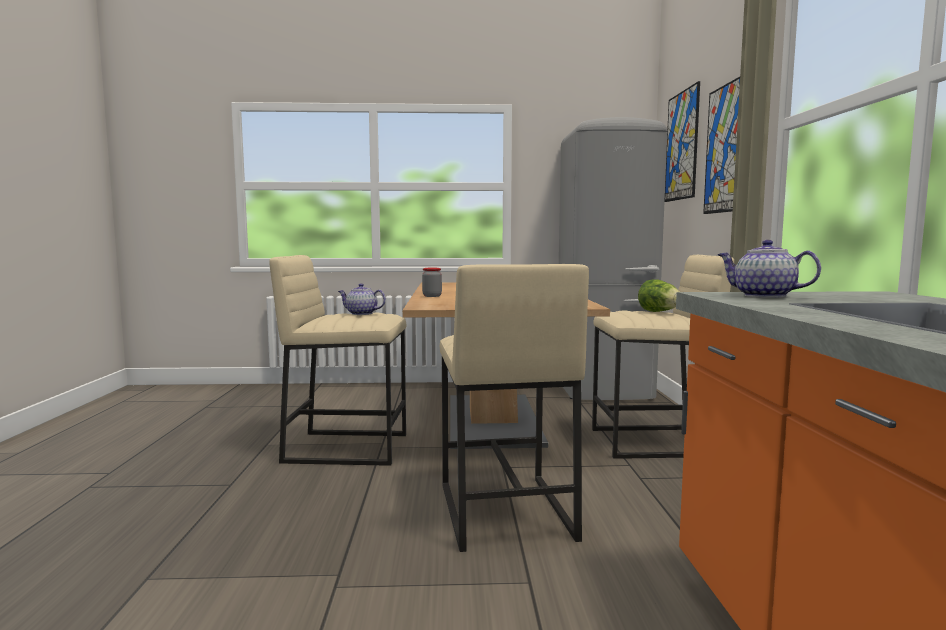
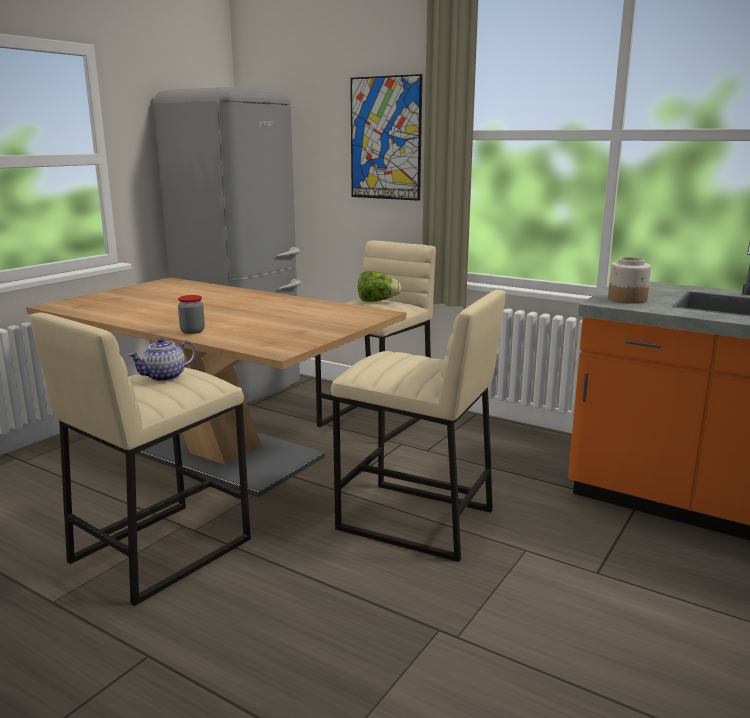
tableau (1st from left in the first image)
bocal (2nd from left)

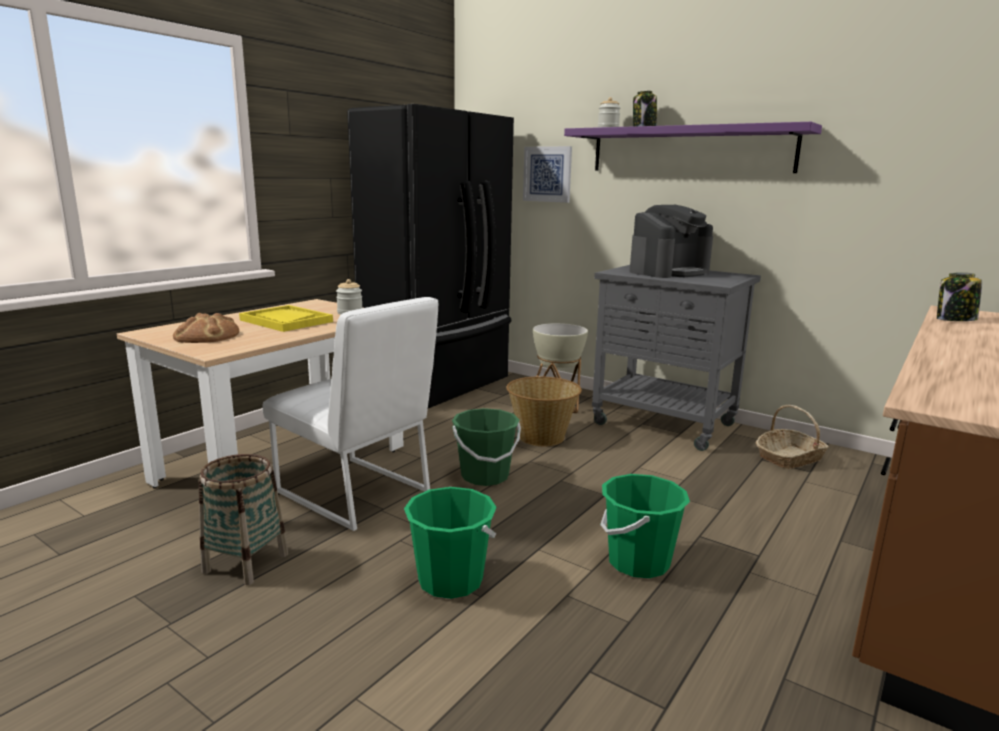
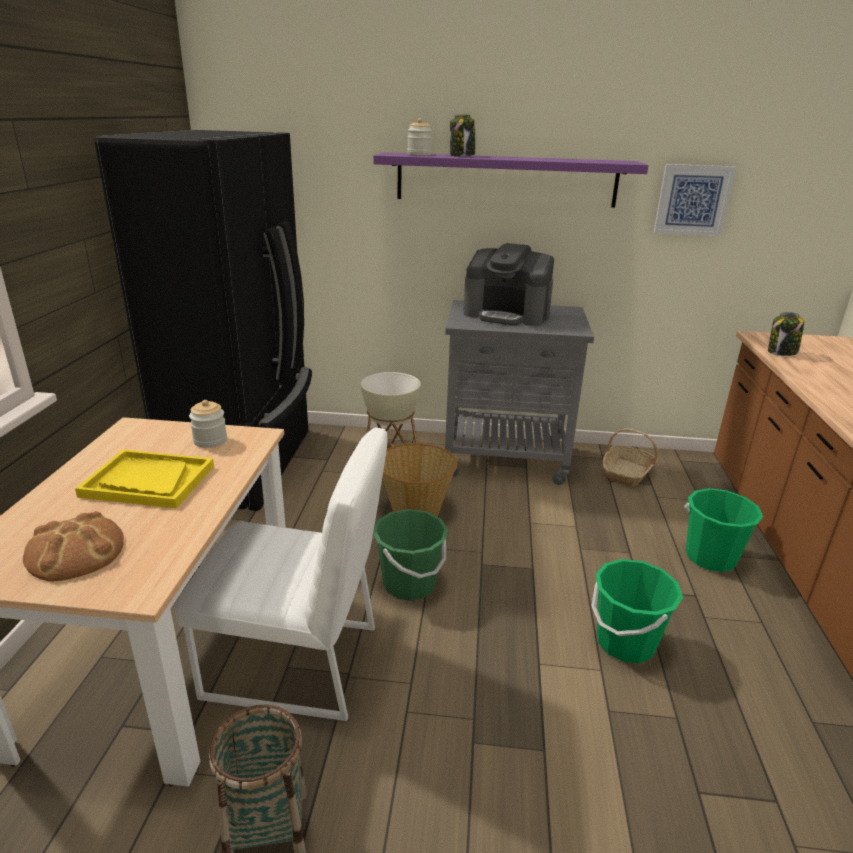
seau (vert) (3rd from left)
tableau
machine à café

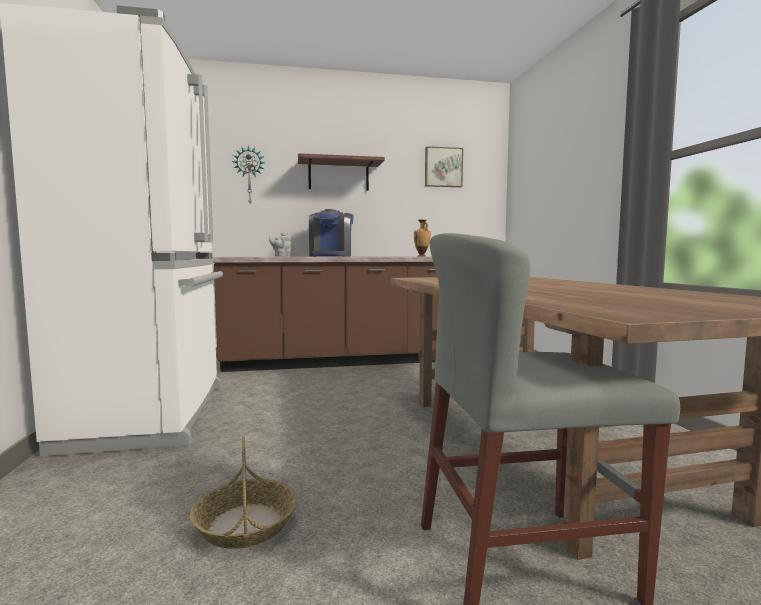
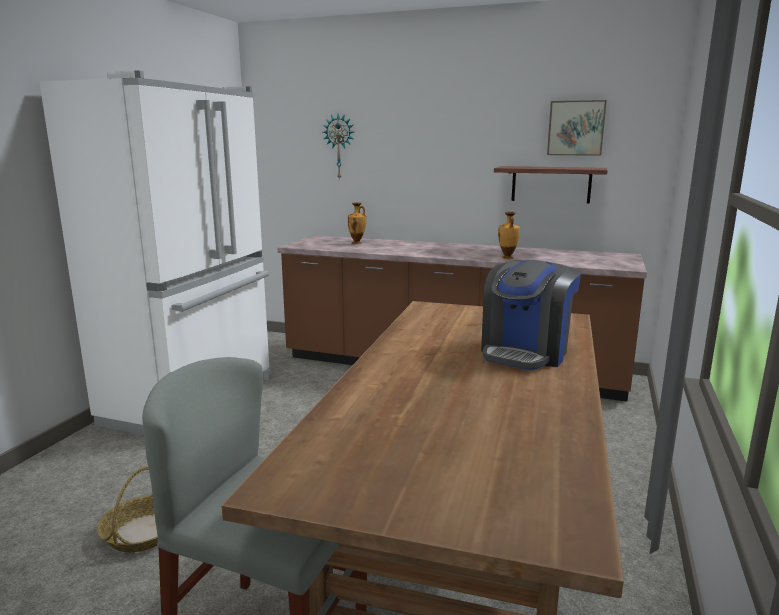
étagère
machine à café
vase (1st from left)

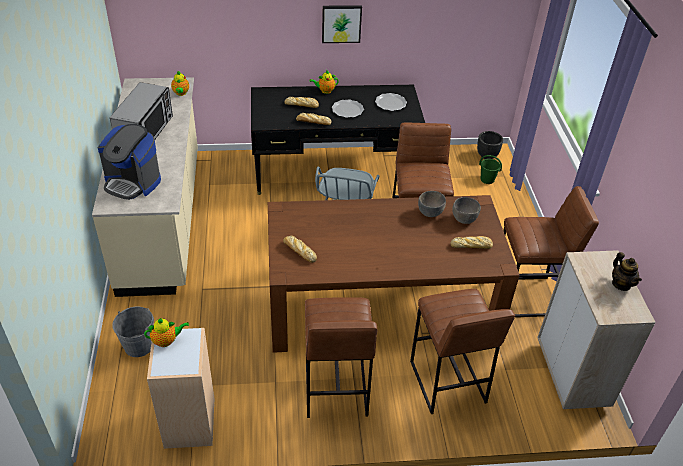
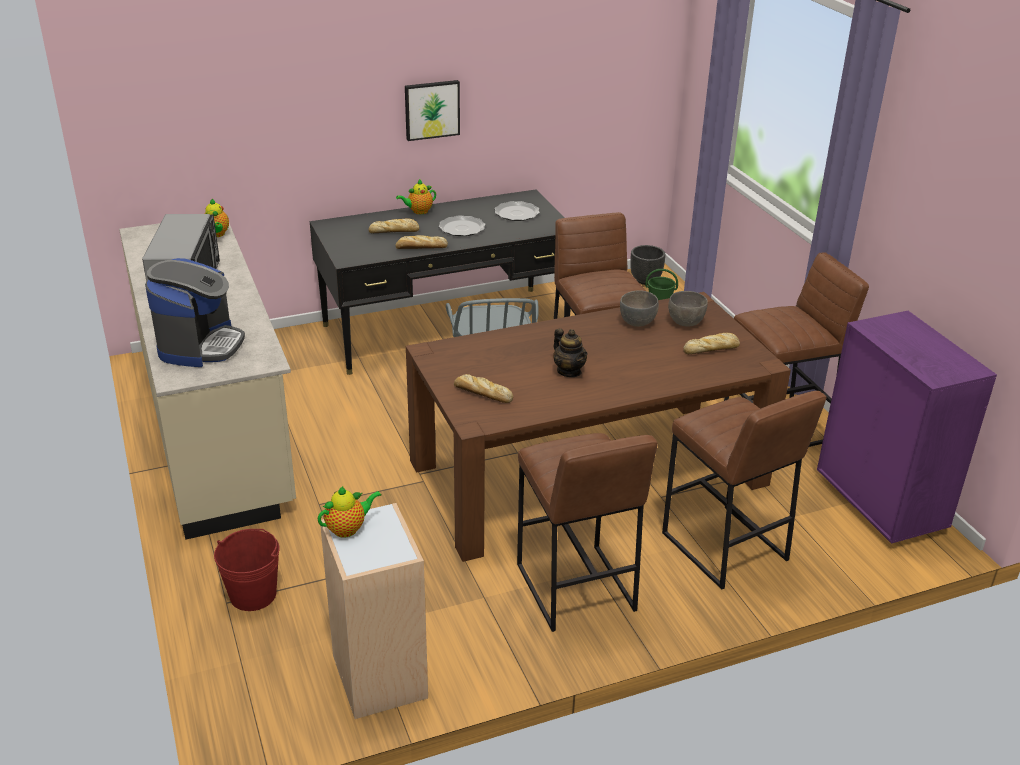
théière (4th from left)
seau (rouge)
meuble de rangement (violet)
machine à café

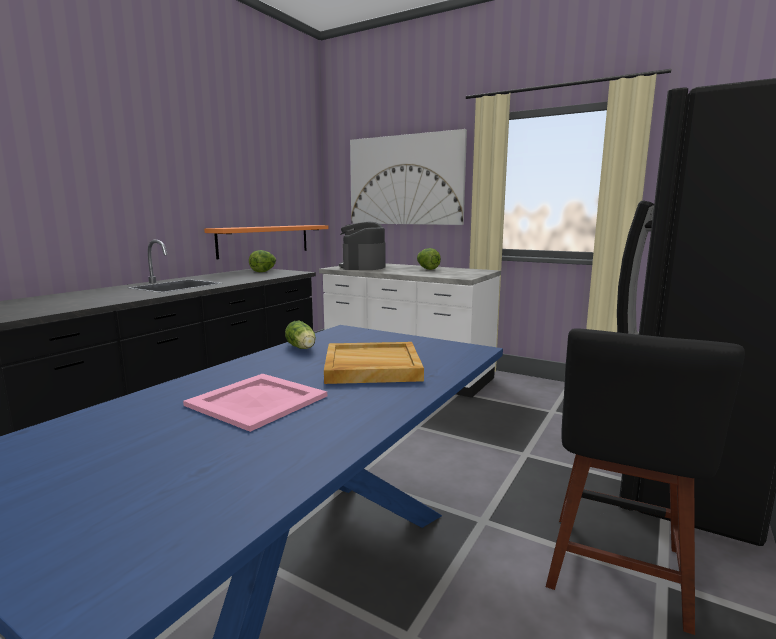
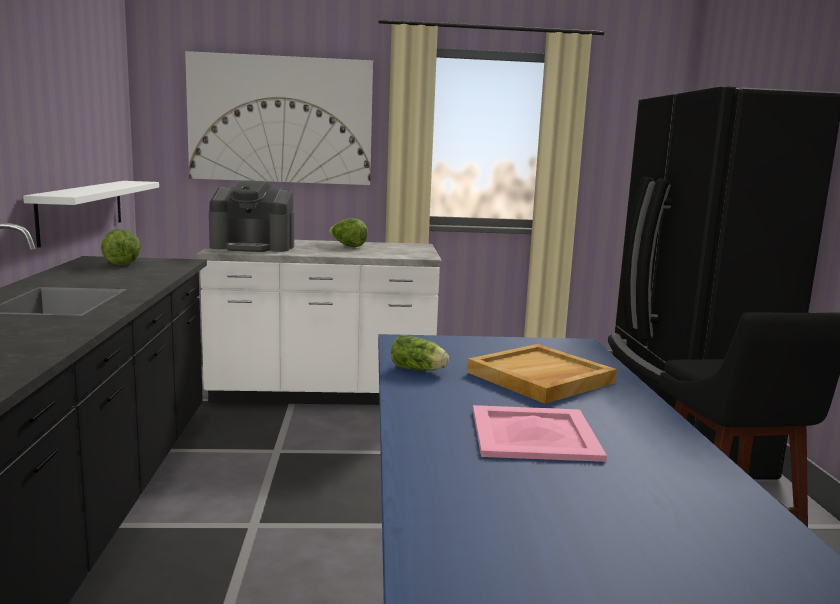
étagère (blanc)
machine à café

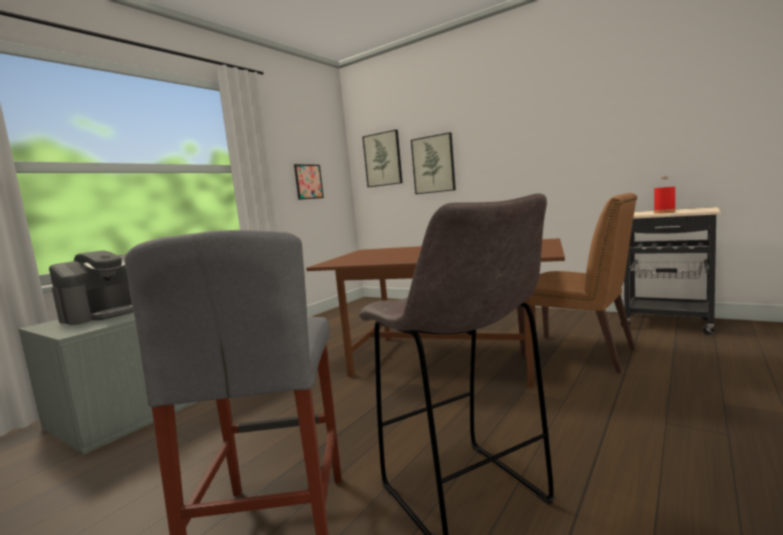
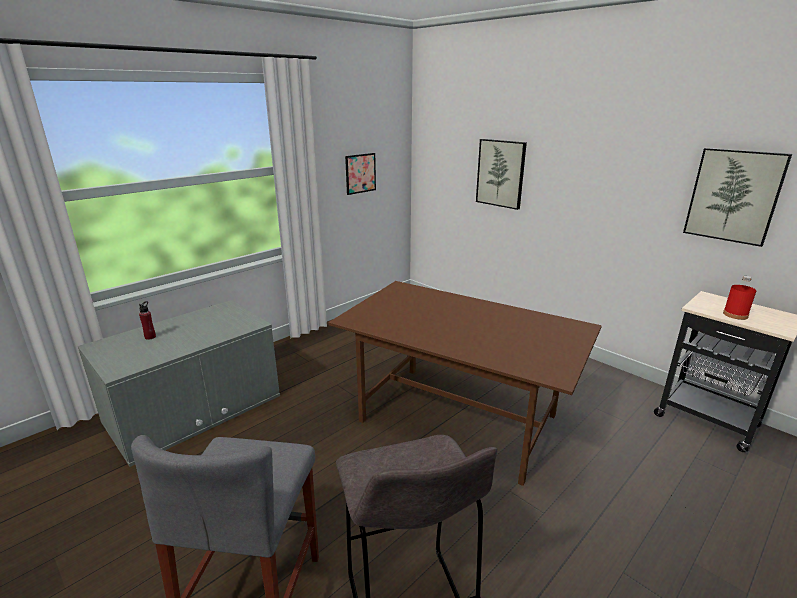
chaise (marron)
tableau (3rd from left)
bouteille (rouge) (1st from left)

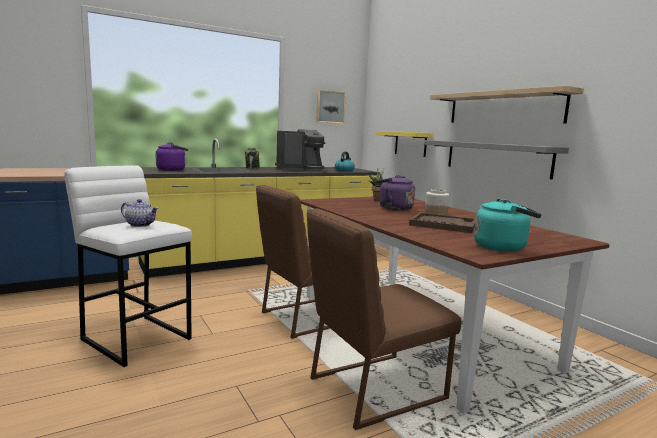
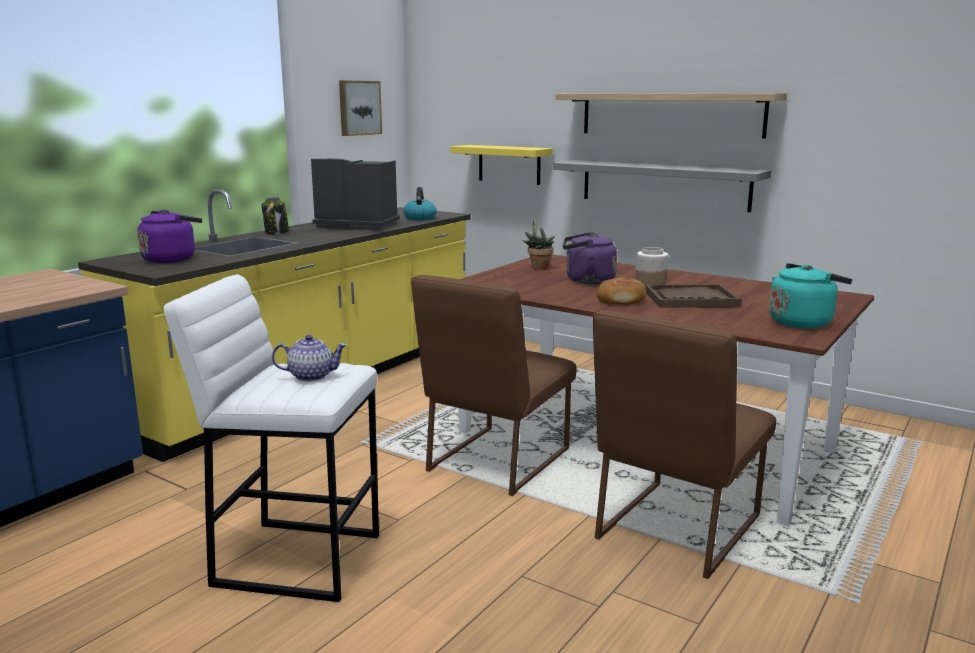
pain
machine à café

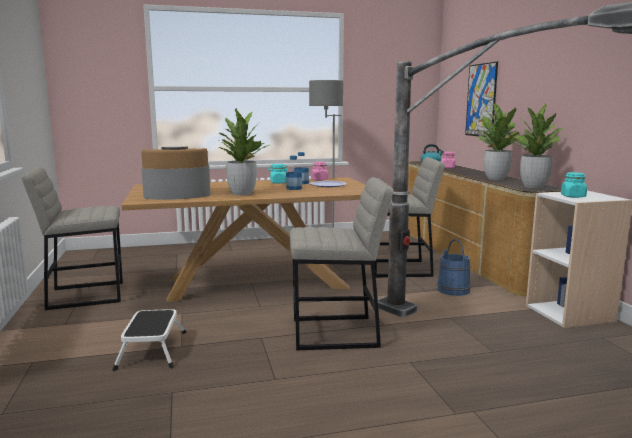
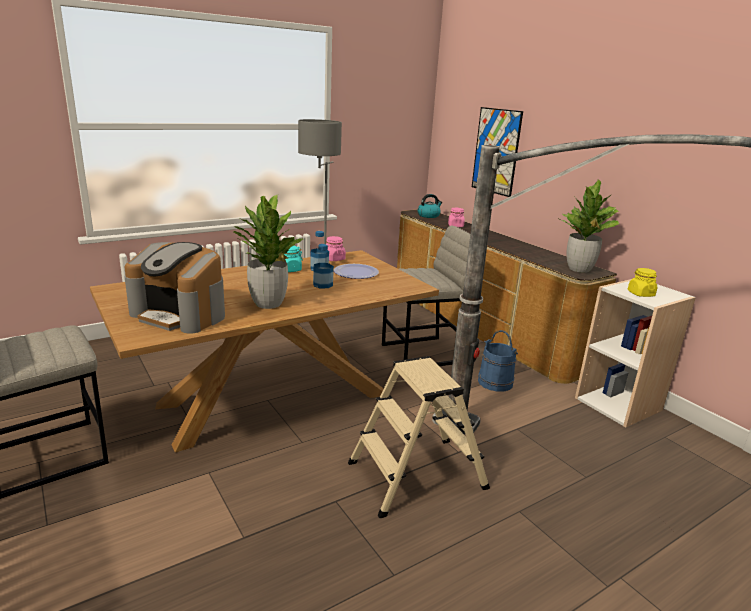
escabeau (noir)
plante en pot (2nd from left in the first image)
escabeau (beige)
bocal (jaune)
machine à café

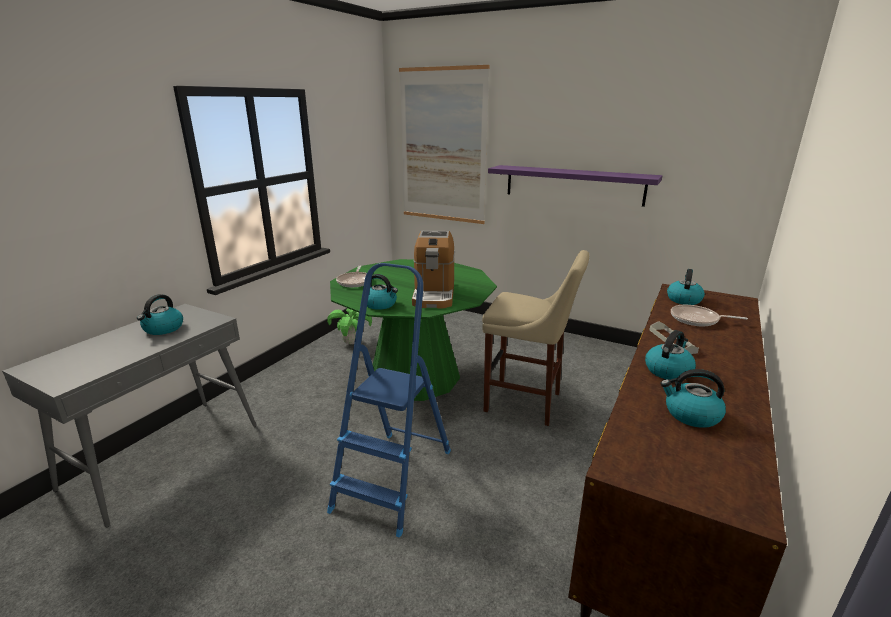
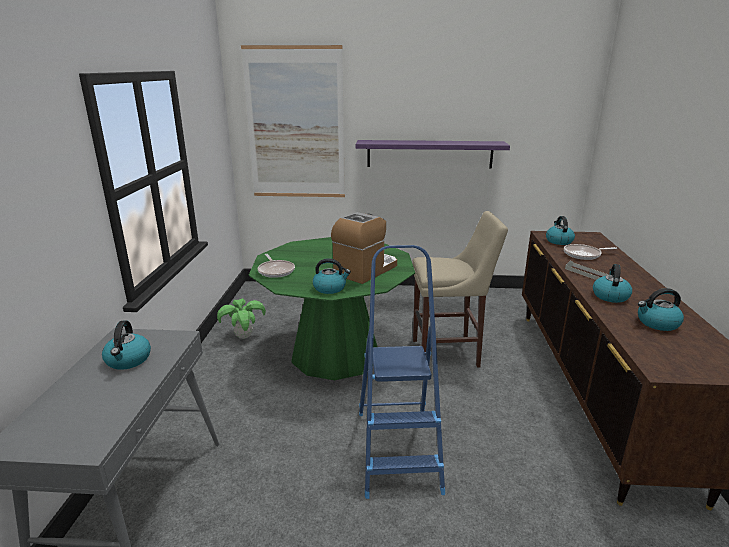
machine à café

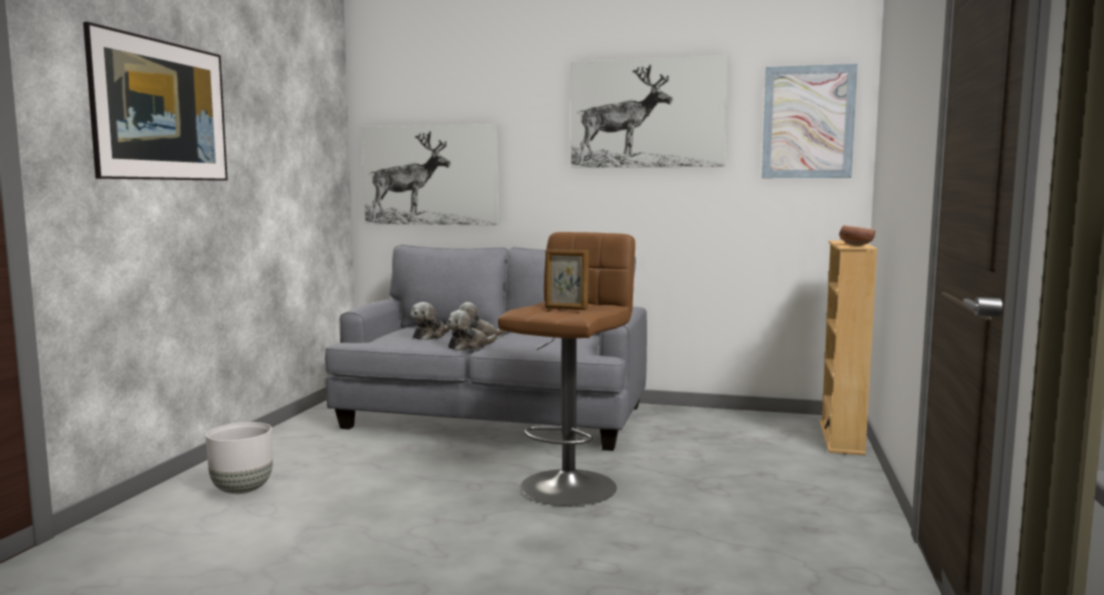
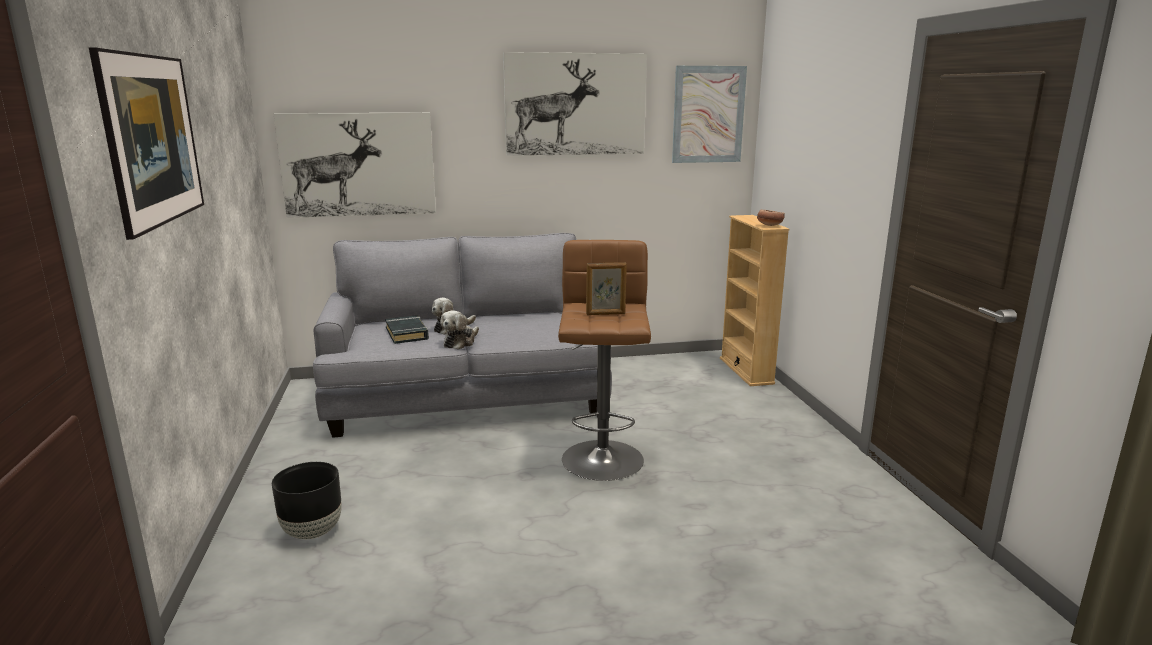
livre (noir)
cache-pot (noir)

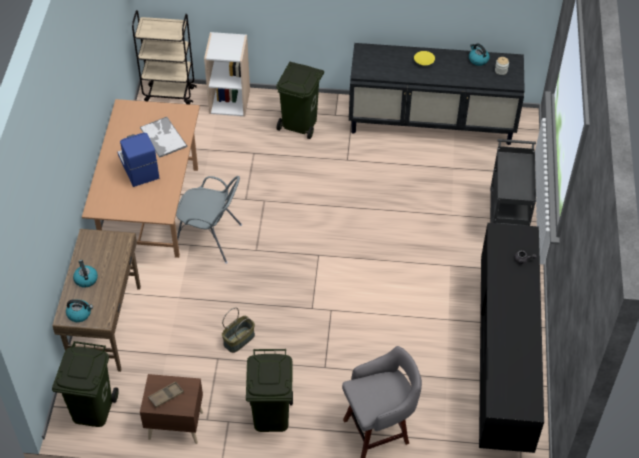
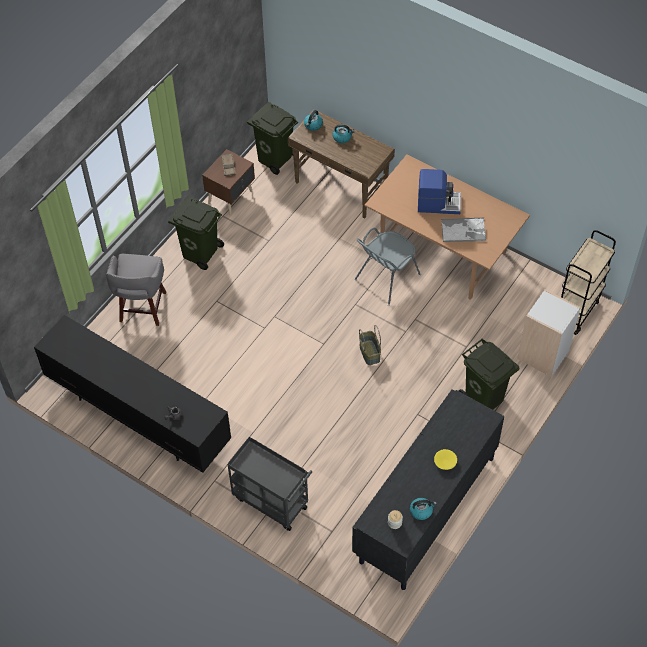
panier

